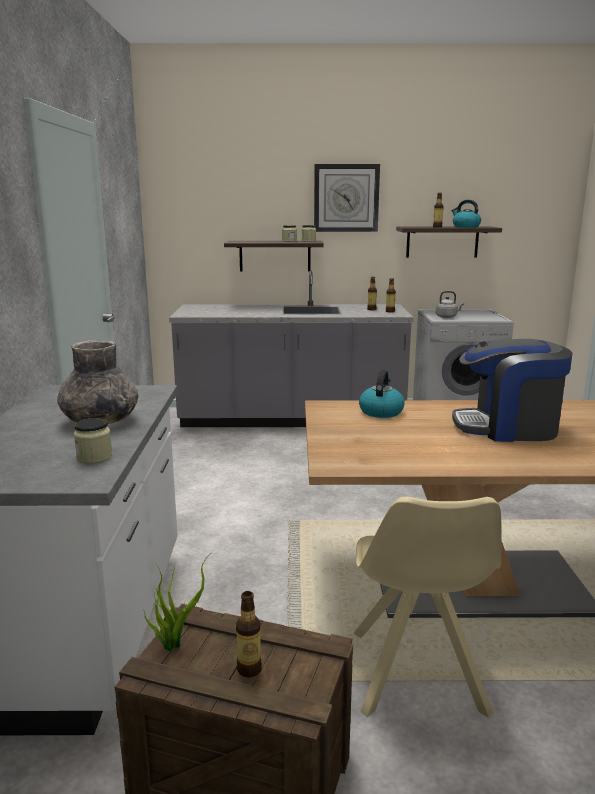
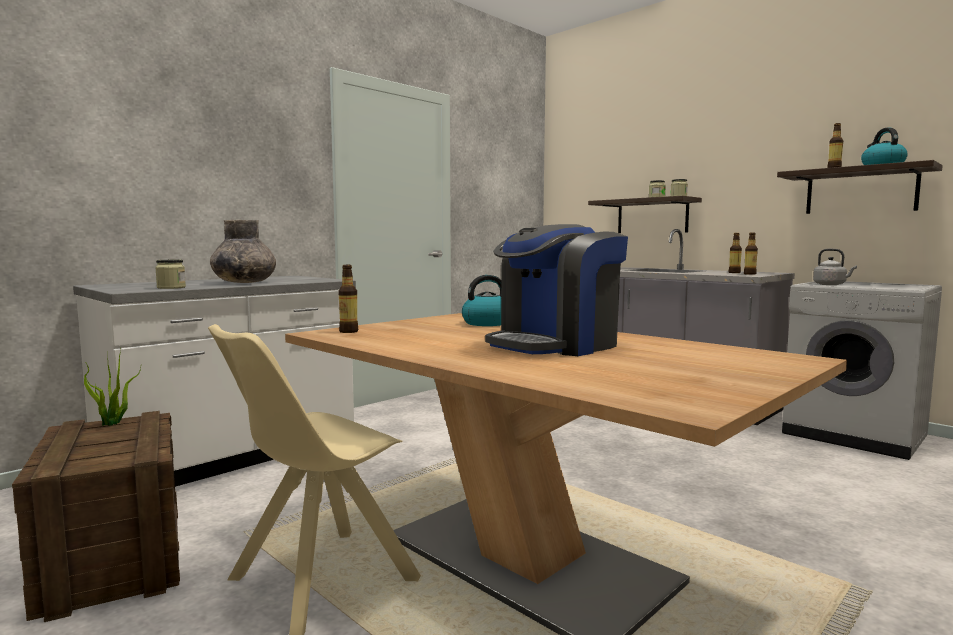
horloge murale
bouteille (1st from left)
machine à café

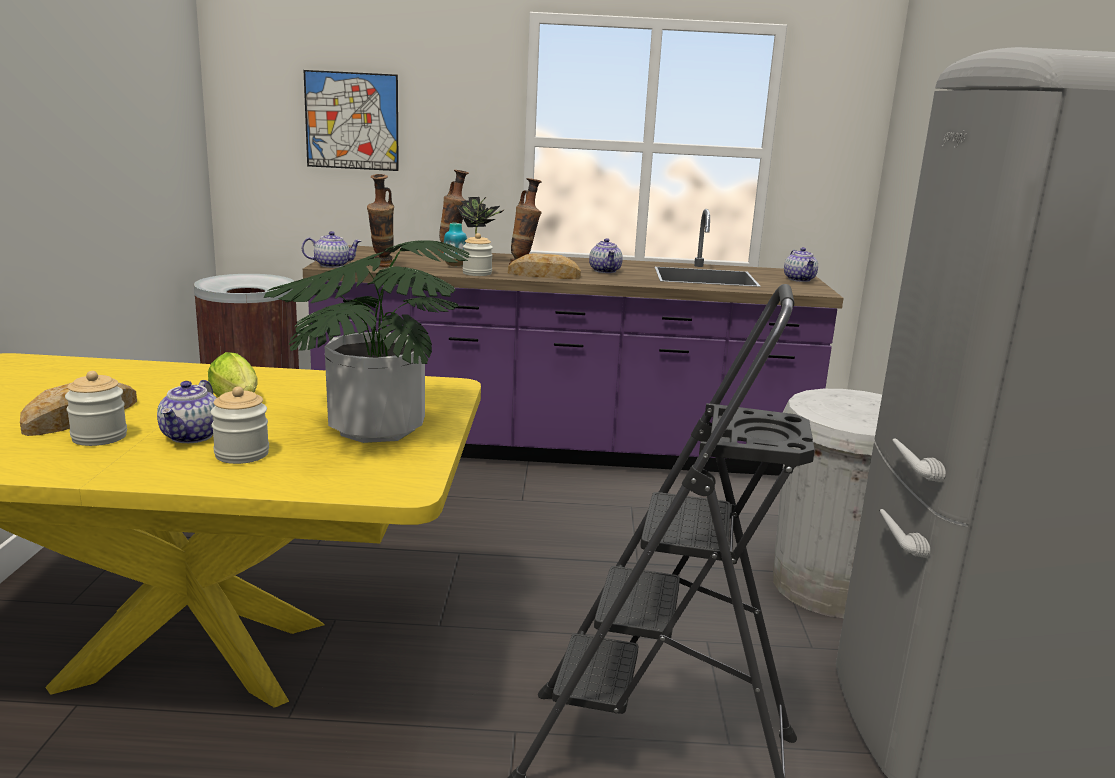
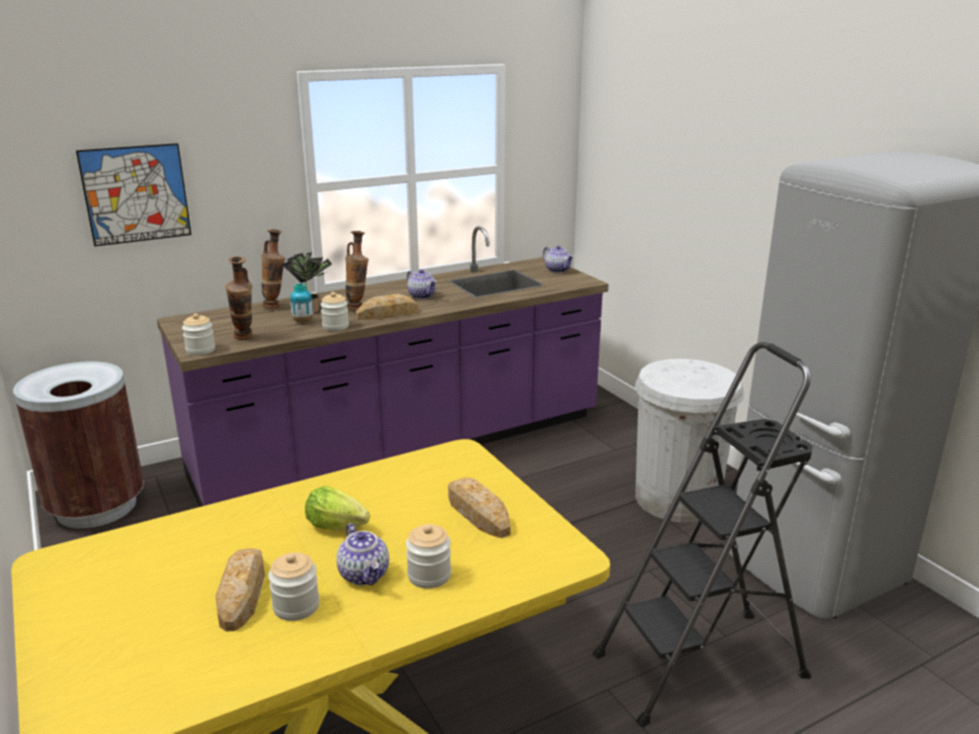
pain (3rd from left)
bocal (1st from left)

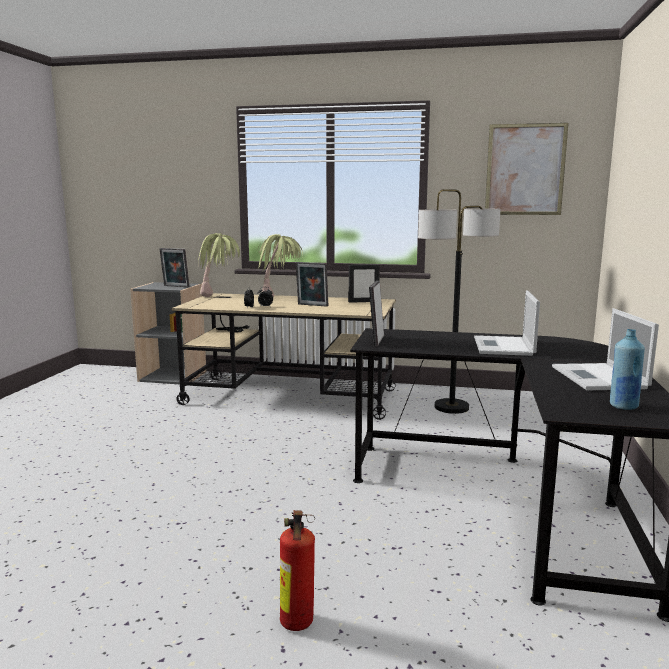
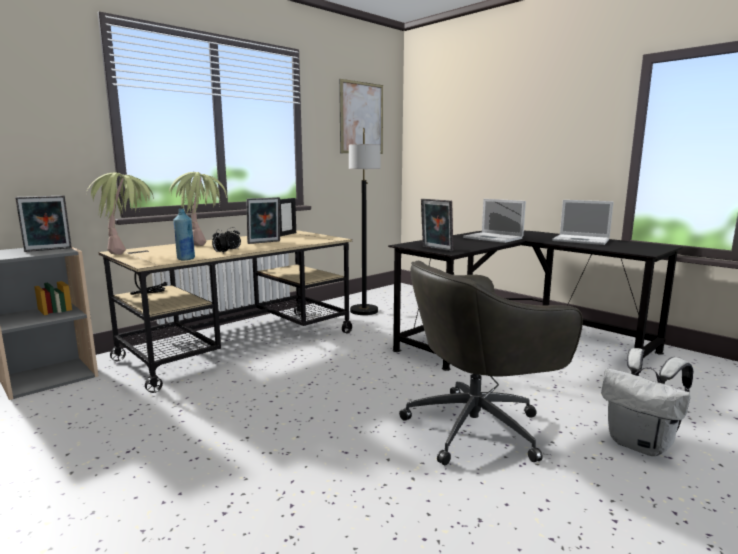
chaise de bureau (gris)
bouteille (bleu)
sac à dos (blanc)

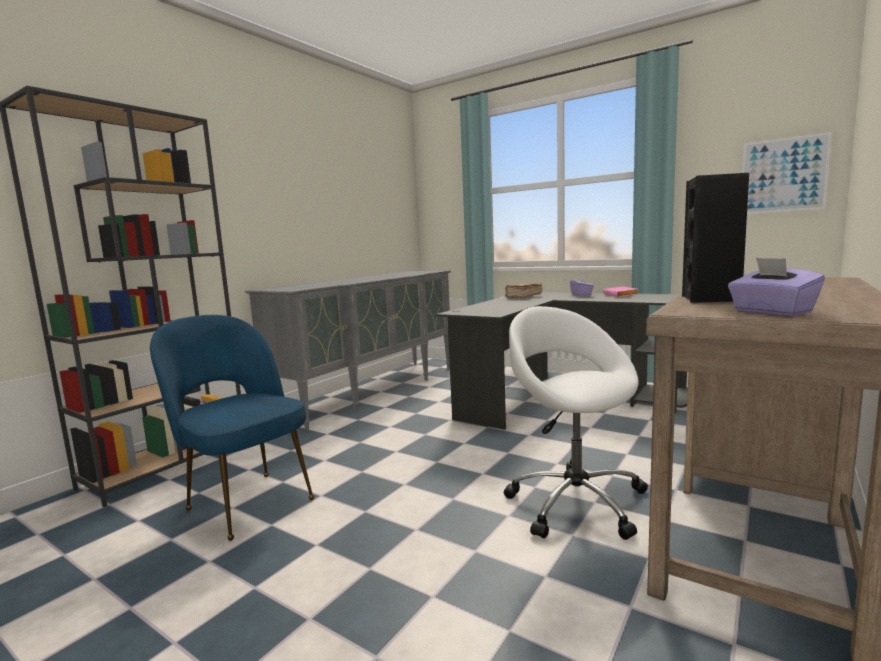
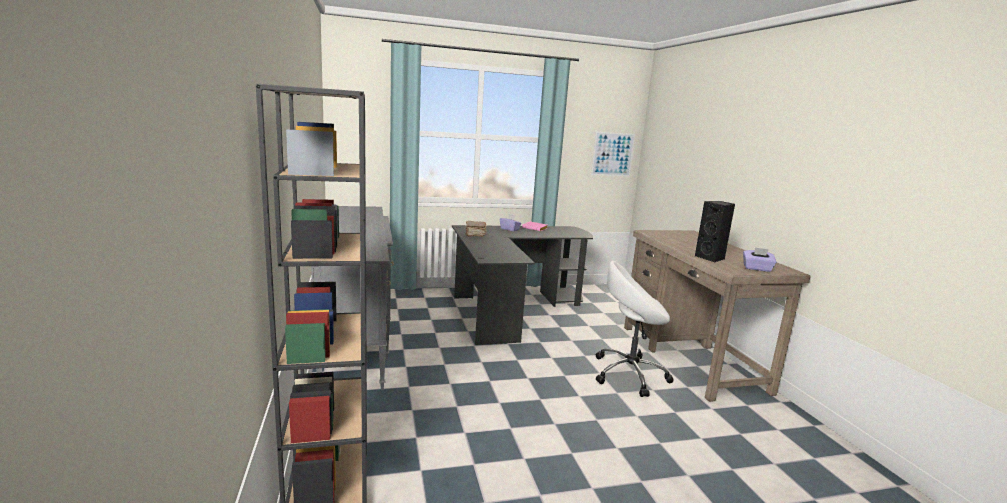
chaise (bleu)

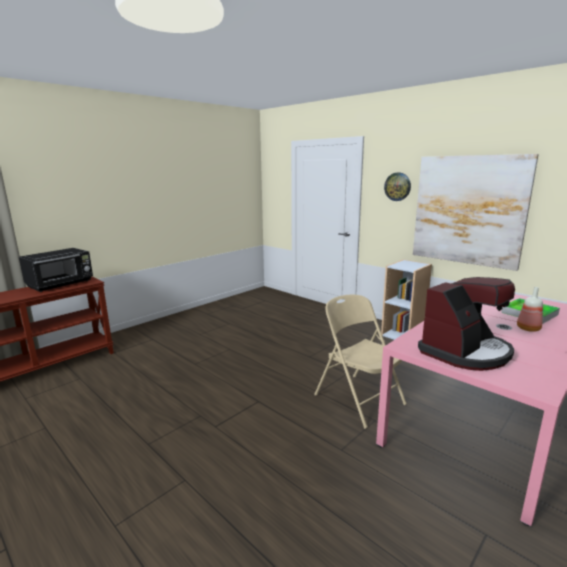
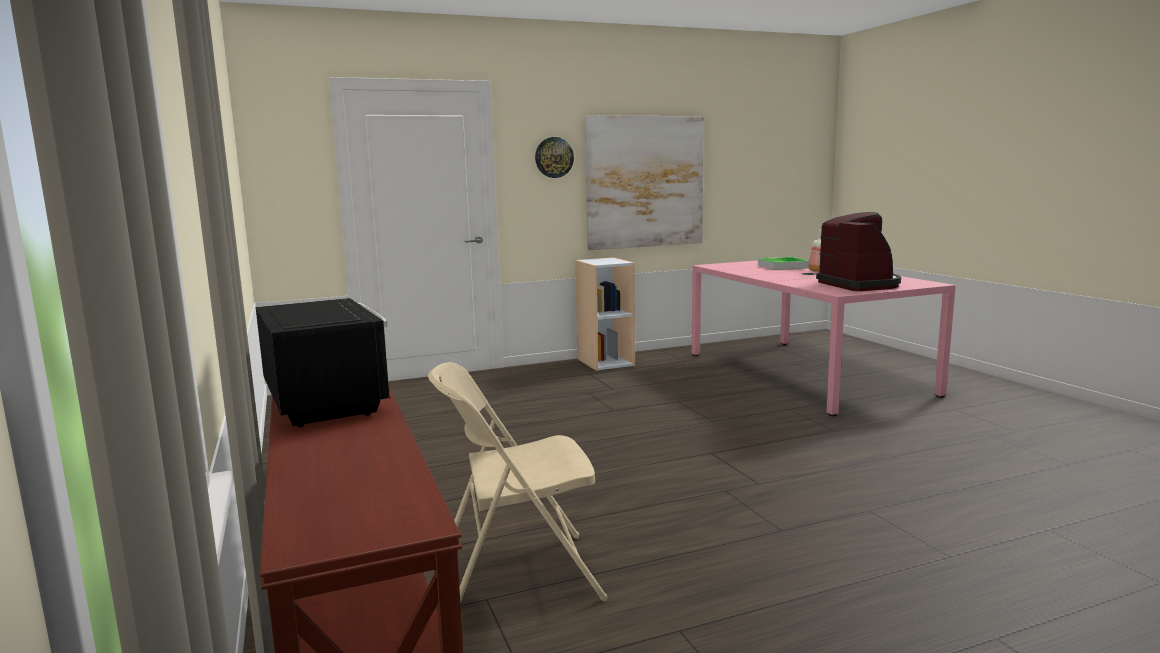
chaise (beige)

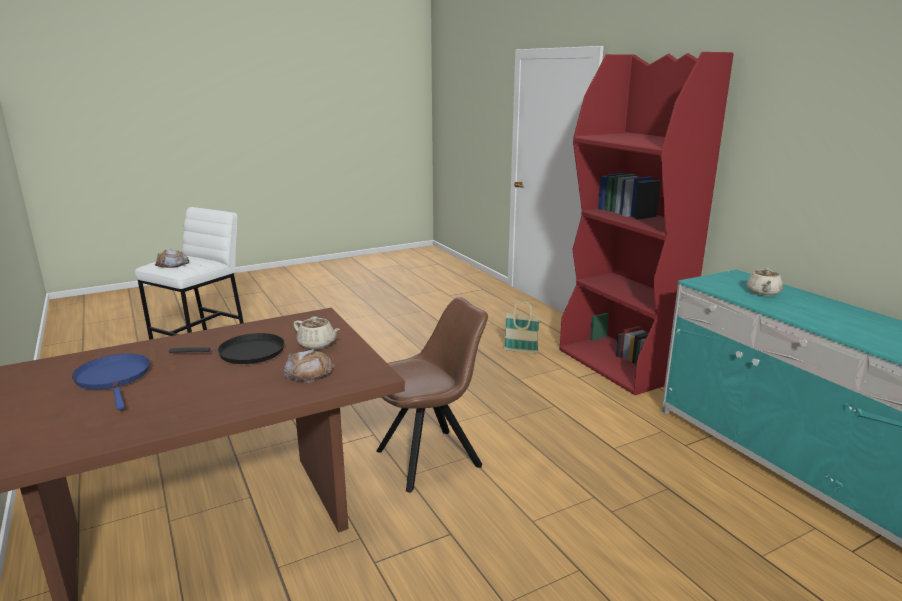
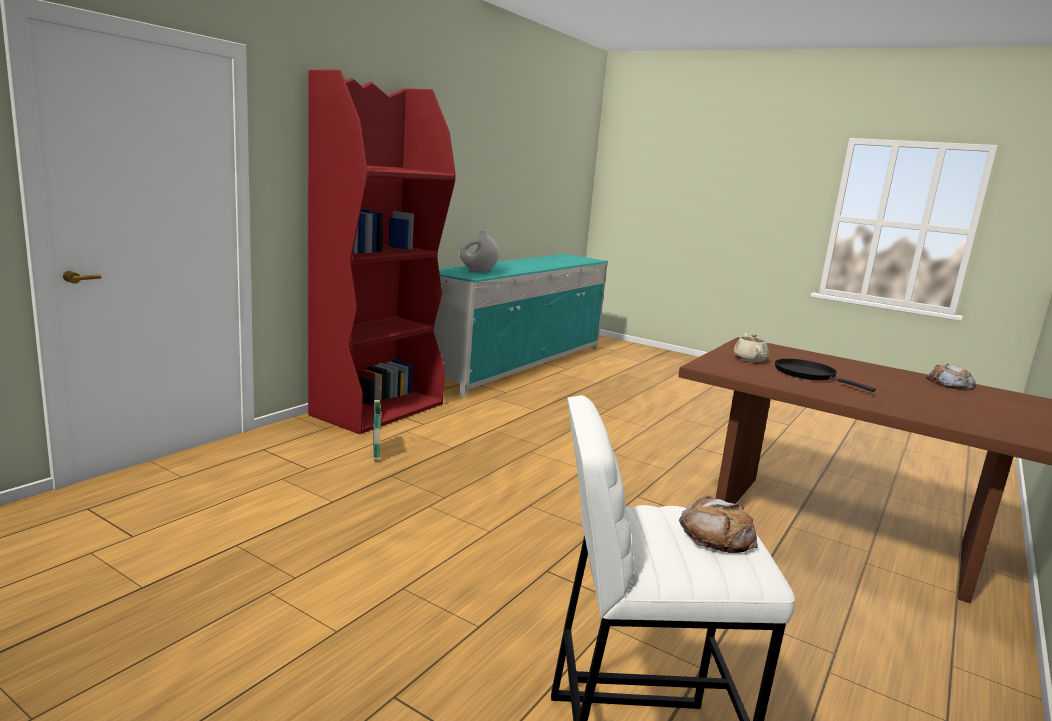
poêle (bleu)
chaise (marron)
pain (2nd from left)
vase (blanc)

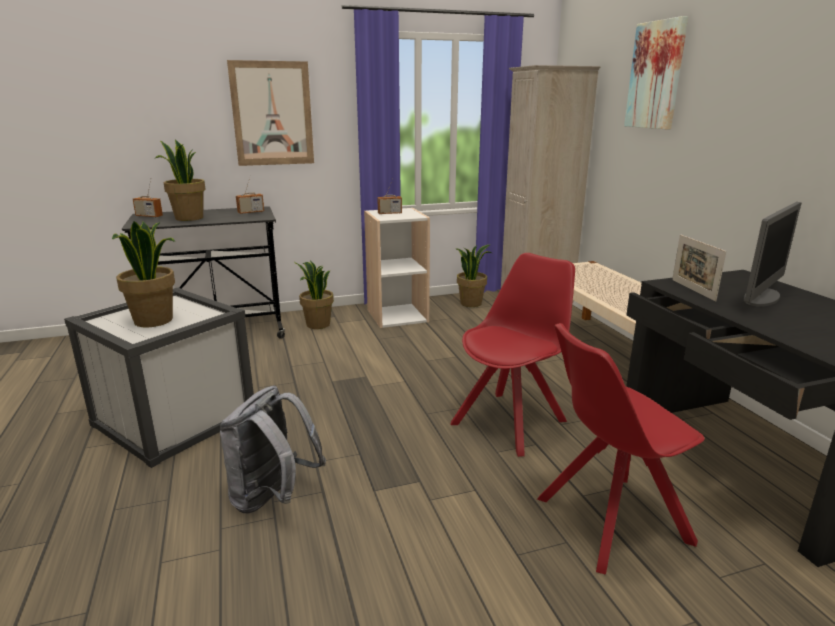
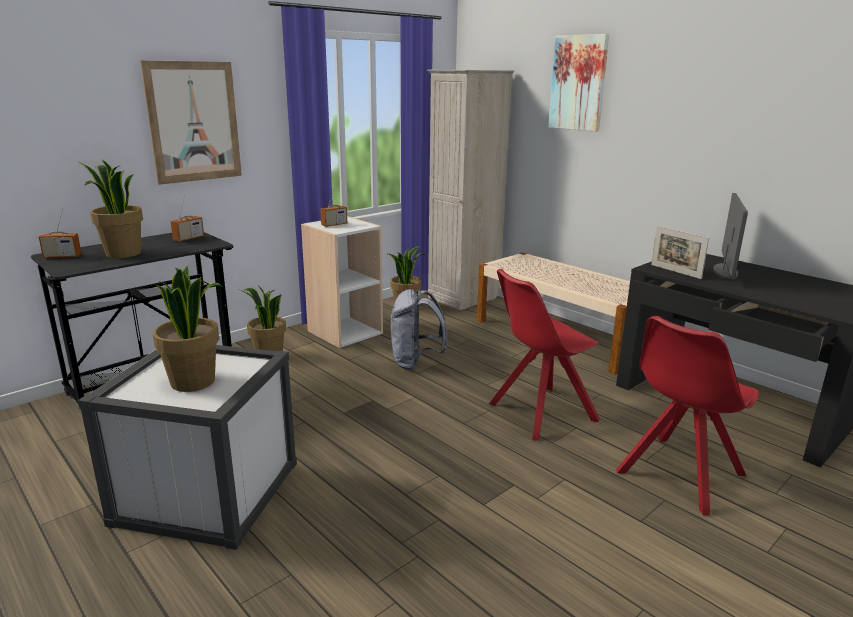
sac à dos (gris)
chaise (rouge) (1st from left)

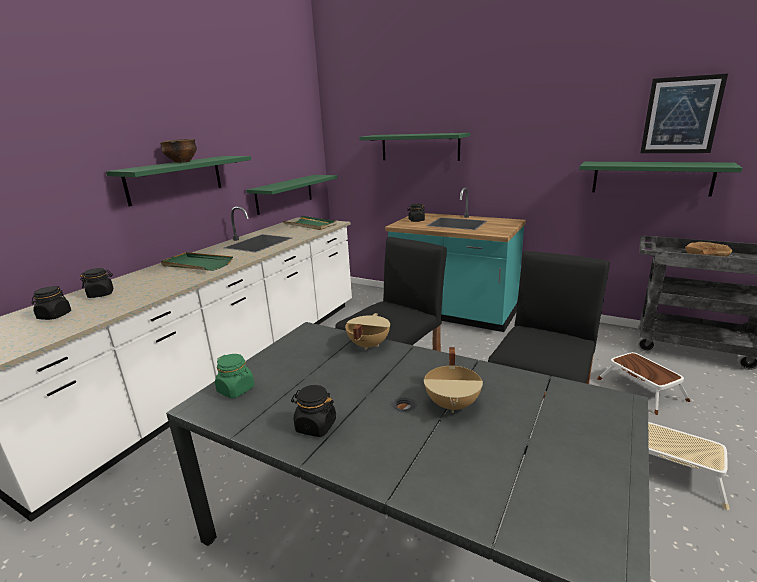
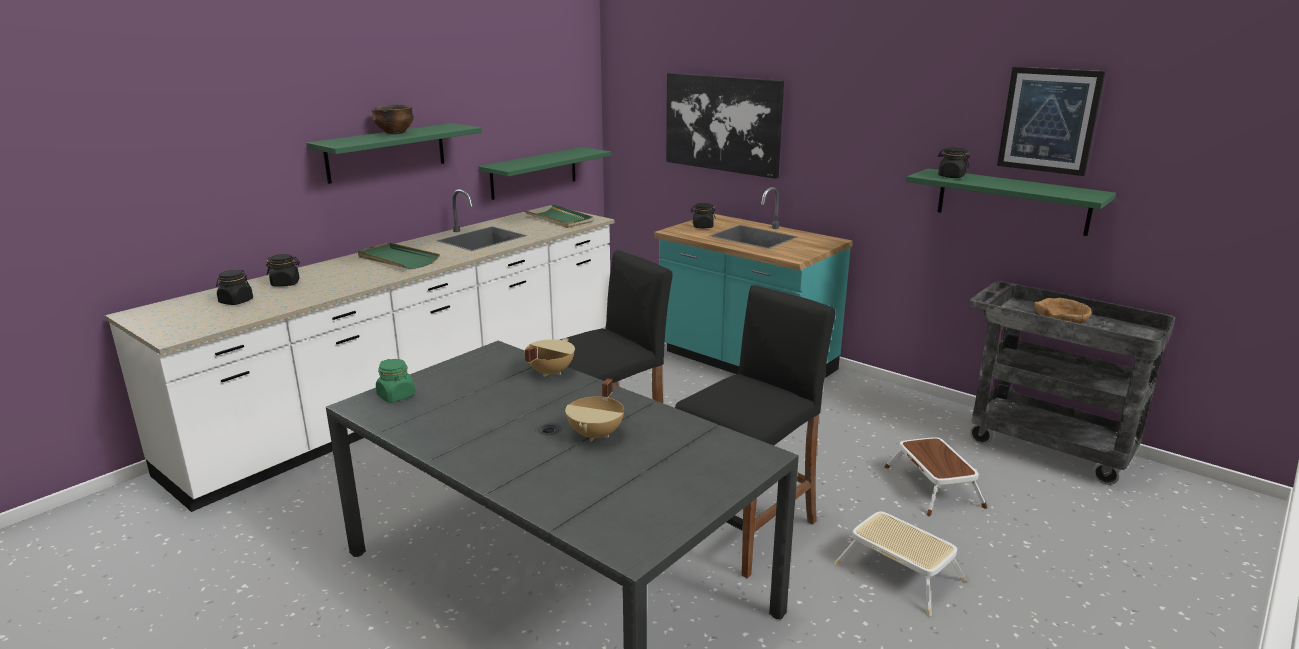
bocal (noir) (4th from left)
tableau (1st from left)

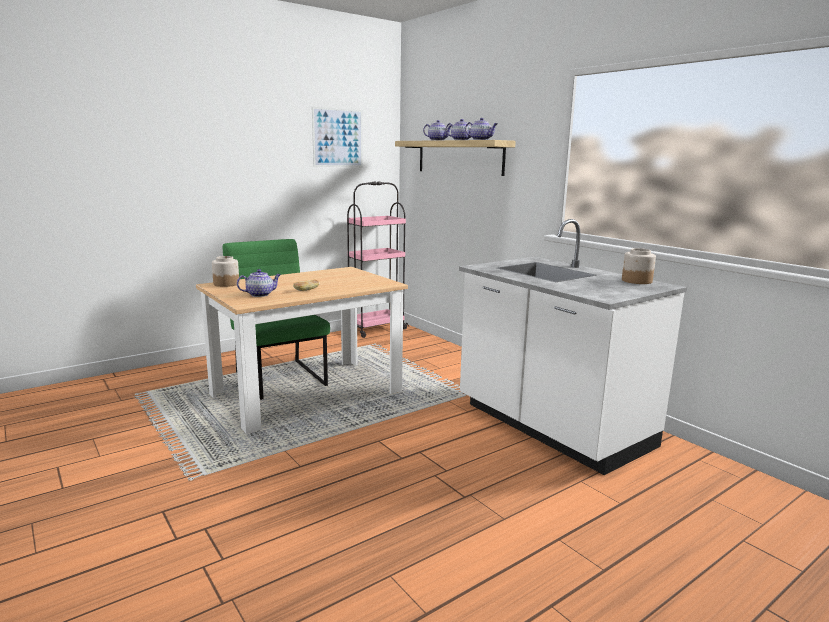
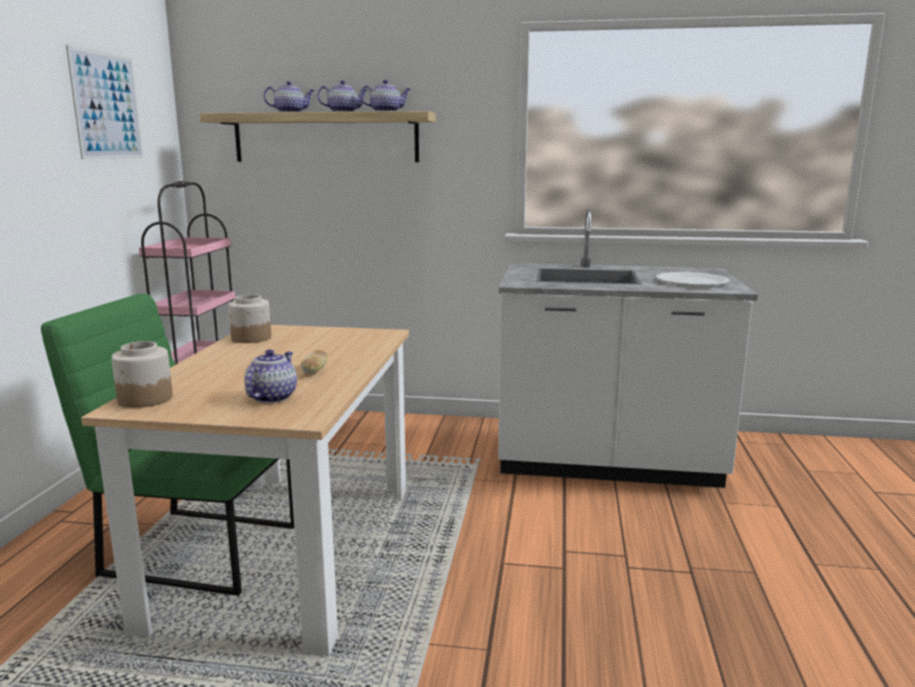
assiette (blanc)
bocal (2nd from left)

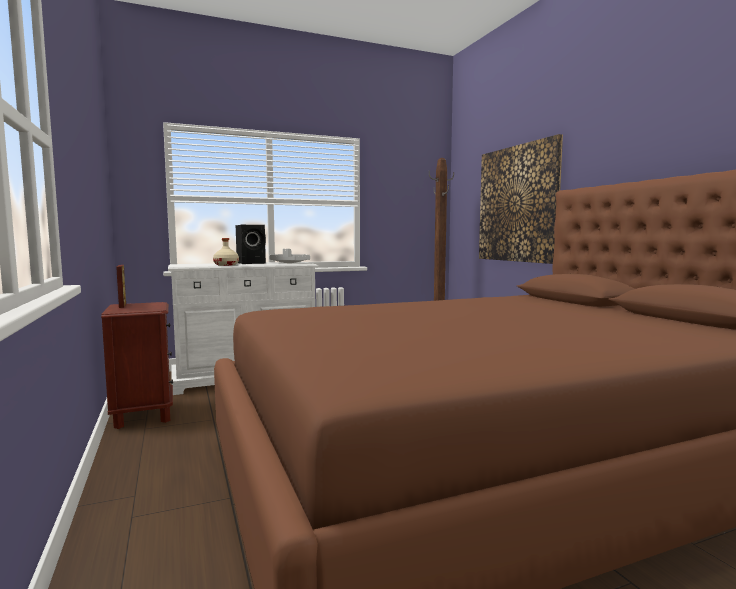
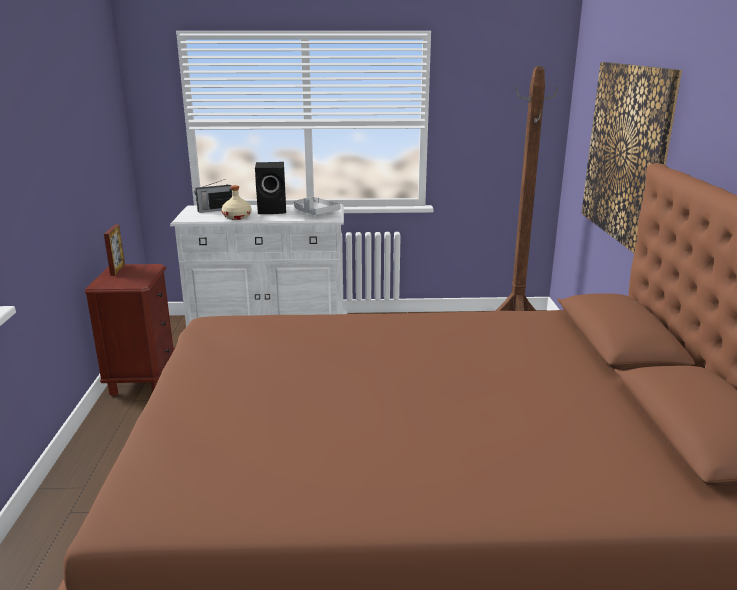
radio

